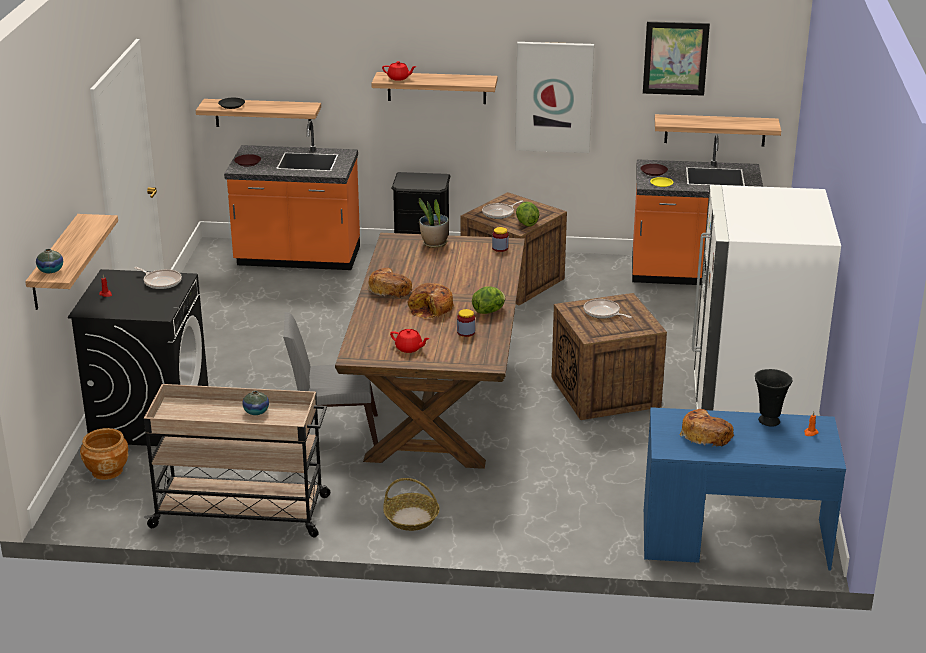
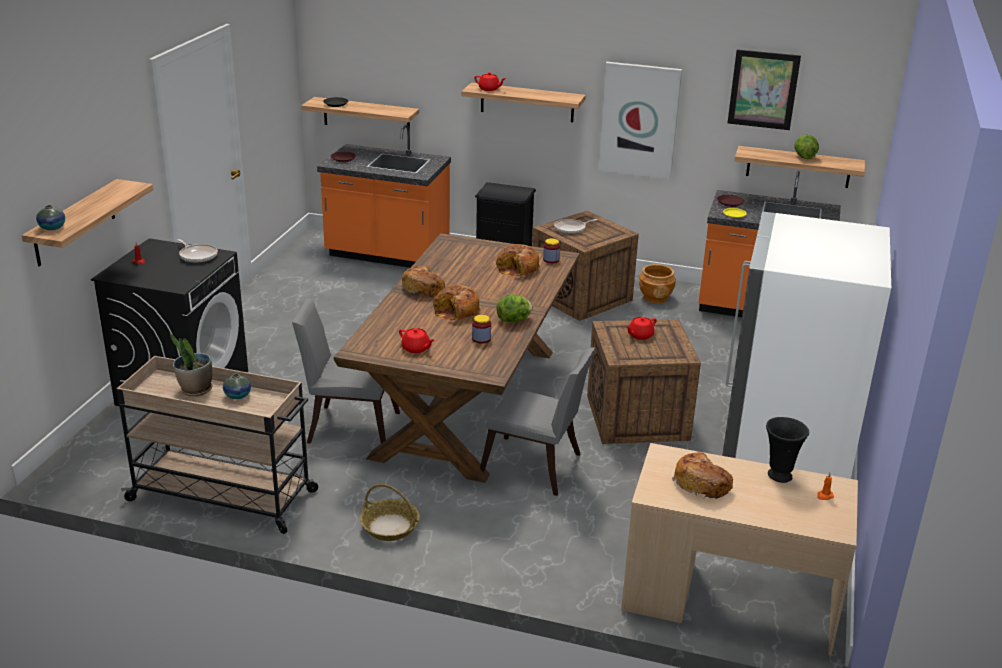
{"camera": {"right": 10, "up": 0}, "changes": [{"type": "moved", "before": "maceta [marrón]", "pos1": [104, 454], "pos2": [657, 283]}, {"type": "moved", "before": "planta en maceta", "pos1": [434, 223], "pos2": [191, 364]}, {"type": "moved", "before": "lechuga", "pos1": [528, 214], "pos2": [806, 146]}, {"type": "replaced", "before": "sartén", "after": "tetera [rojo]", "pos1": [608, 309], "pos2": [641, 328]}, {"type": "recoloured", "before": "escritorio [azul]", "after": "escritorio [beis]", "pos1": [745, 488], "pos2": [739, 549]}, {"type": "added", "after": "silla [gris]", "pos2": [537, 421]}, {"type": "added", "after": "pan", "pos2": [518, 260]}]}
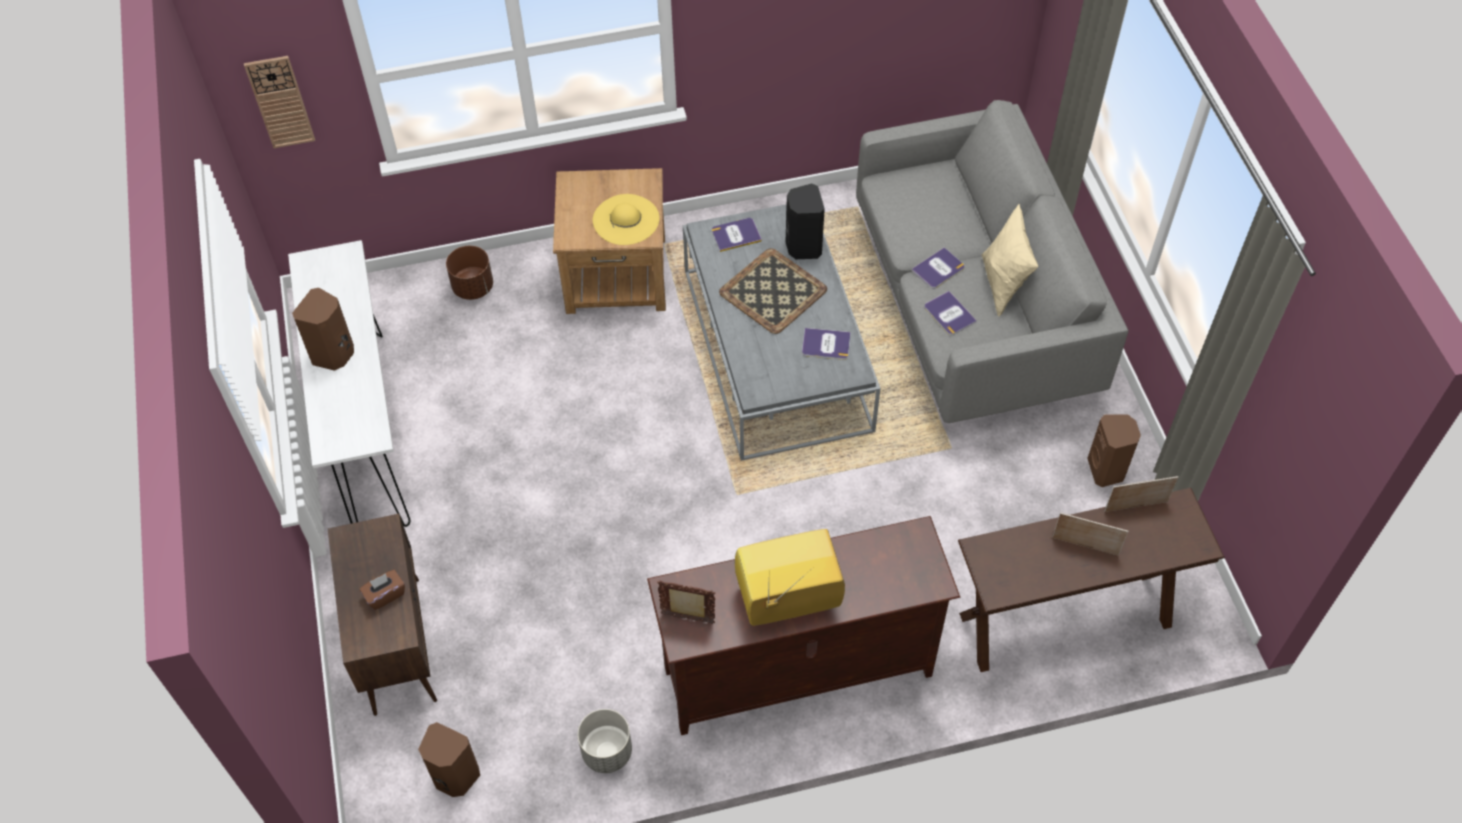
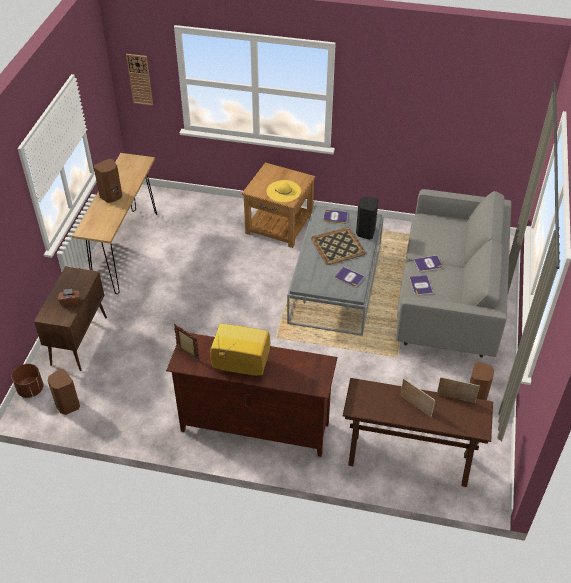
{"camera": {"right": 25, "up": -10}, "changes": [{"type": "recoloured", "before": "mesa consola [blanco]", "after": "mesa consola [marrón]", "pos1": [349, 383], "pos2": [114, 223]}, {"type": "moved", "before": "maceta [marrón]", "pos1": [469, 273], "pos2": [27, 381]}, {"type": "removed", "before": "maceta [gris]", "pos1": [605, 741]}, {"type": "removed", "before": "cojín [beis]", "pos1": [1010, 260]}]}
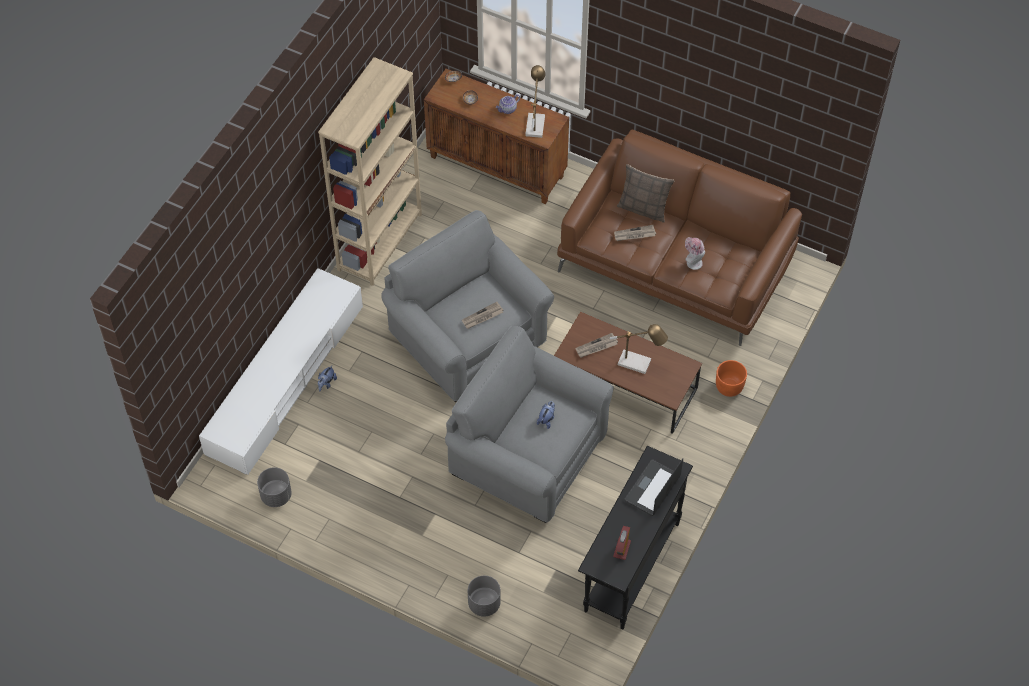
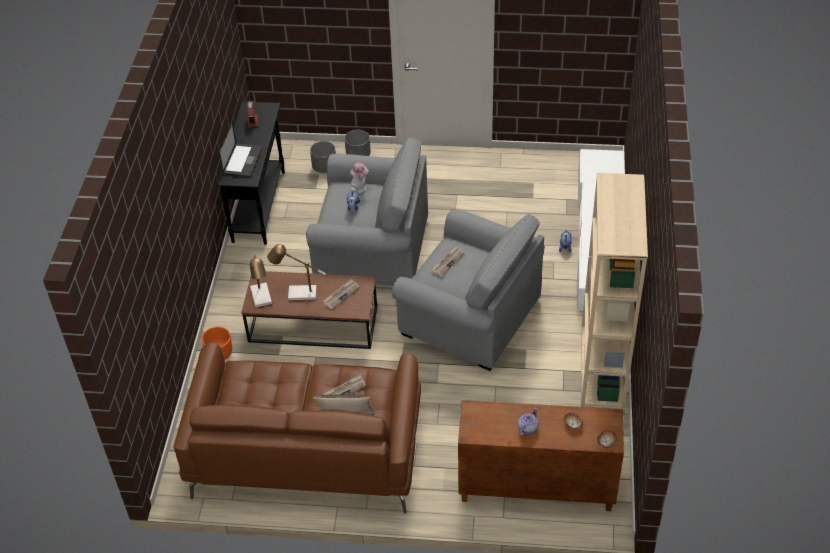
{"camera": {"right": 160, "up": -10}, "changes": [{"type": "moved", "before": "maceta [gris]", "pos1": [274, 487], "pos2": [323, 157]}, {"type": "moved", "before": "lámpara de mesa", "pos1": [535, 101], "pos2": [261, 281]}, {"type": "moved", "before": "sombrero", "pos1": [695, 253], "pos2": [359, 178]}]}
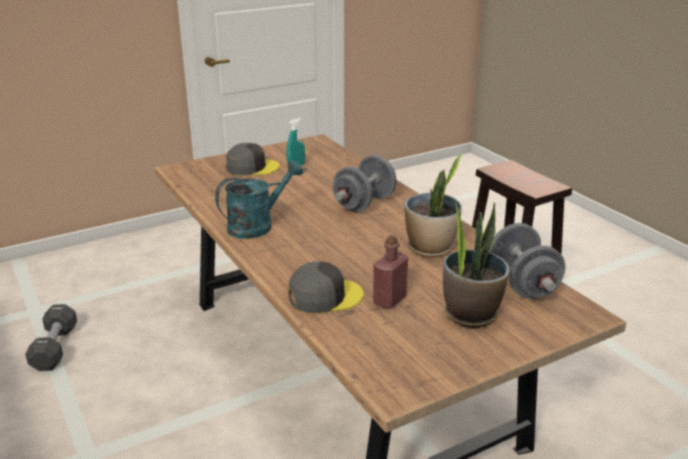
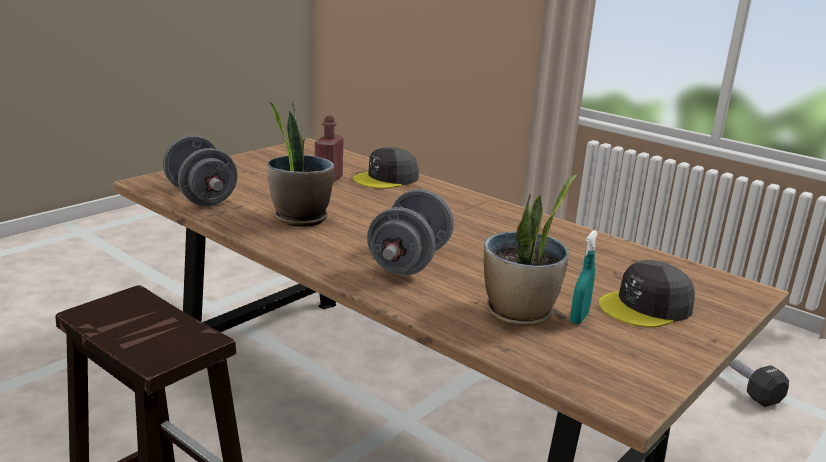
{"camera": {"right": 160, "up": -5}, "changes": [{"type": "removed", "before": "regadera [turquesa]", "pos1": [259, 199]}, {"type": "moved", "before": "planta en maceta", "pos1": [476, 264], "pos2": [531, 250]}]}
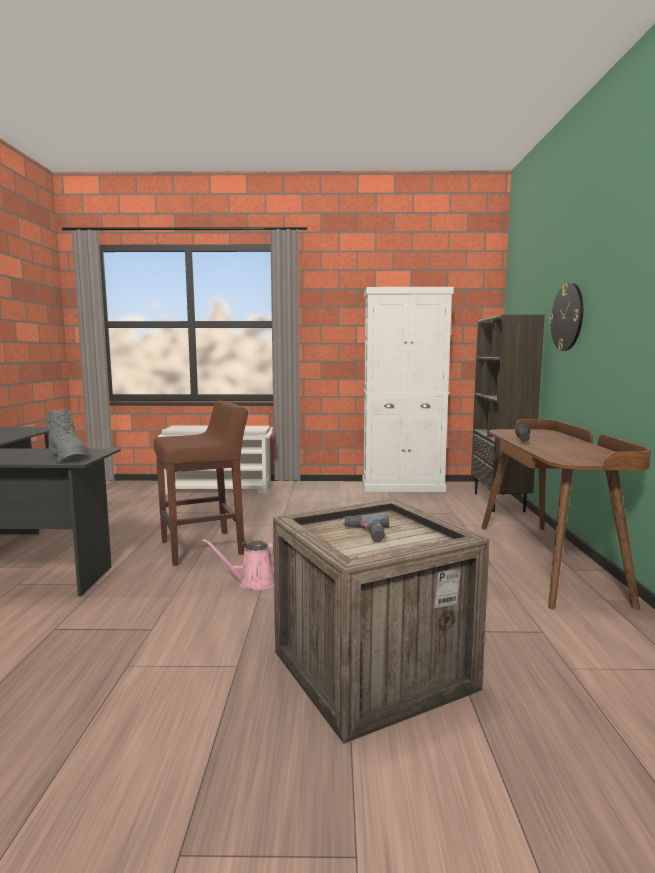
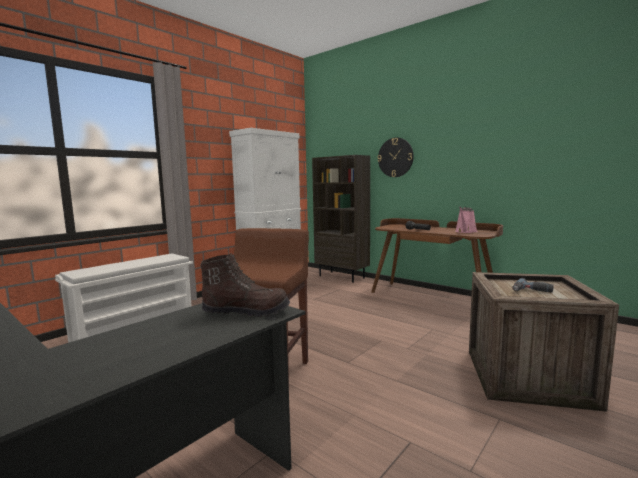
{"camera": {"right": -50, "up": 0}, "changes": [{"type": "recoloured", "before": "bota [gris]", "after": "bota [marrón]", "pos1": [67, 435], "pos2": [245, 285]}, {"type": "moved", "before": "regadera [rosa]", "pos1": [238, 564], "pos2": [466, 220]}]}
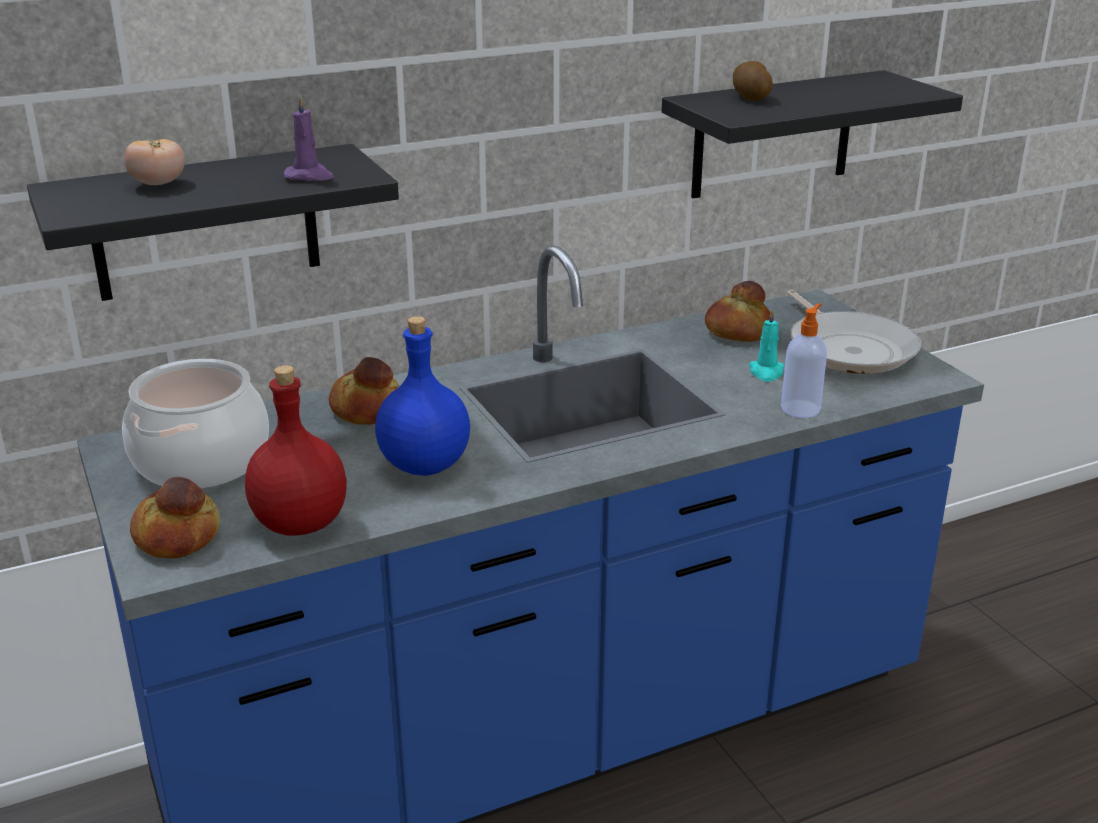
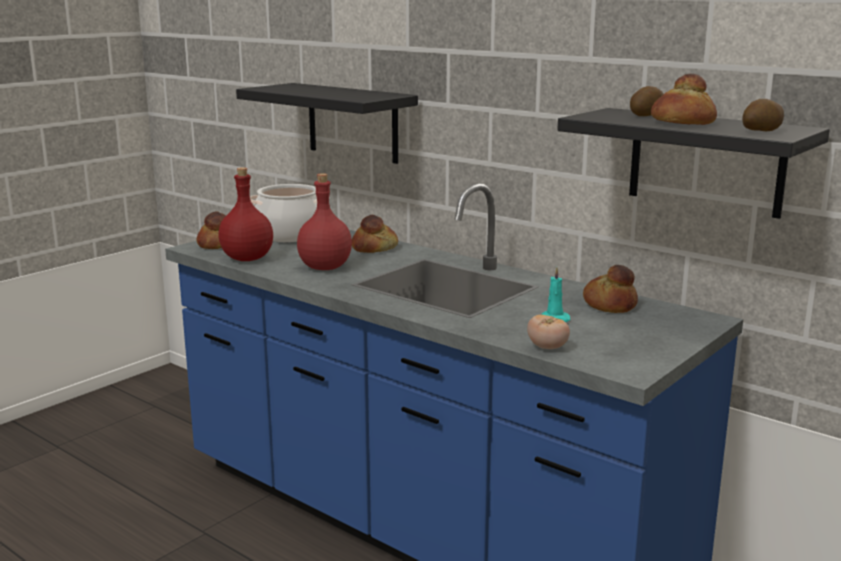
{"camera": {"right": 65, "up": -10}, "changes": [{"type": "moved", "before": "tomate", "pos1": [154, 162], "pos2": [548, 332]}, {"type": "removed", "before": "vela [morado]", "pos1": [309, 137]}, {"type": "recoloured", "before": "botella [azul]", "after": "botella [rojo]", "pos1": [422, 396], "pos2": [324, 221]}, {"type": "removed", "before": "dispensador de jabón", "pos1": [804, 360]}, {"type": "removed", "before": "sartén", "pos1": [854, 332]}, {"type": "added", "after": "pan", "pos2": [684, 99]}, {"type": "added", "after": "patata", "pos2": [763, 115]}]}
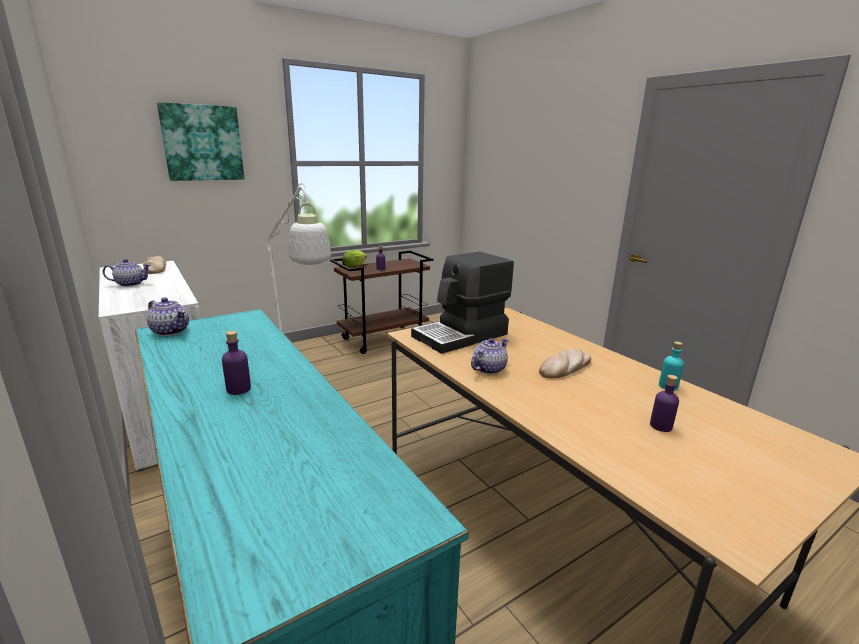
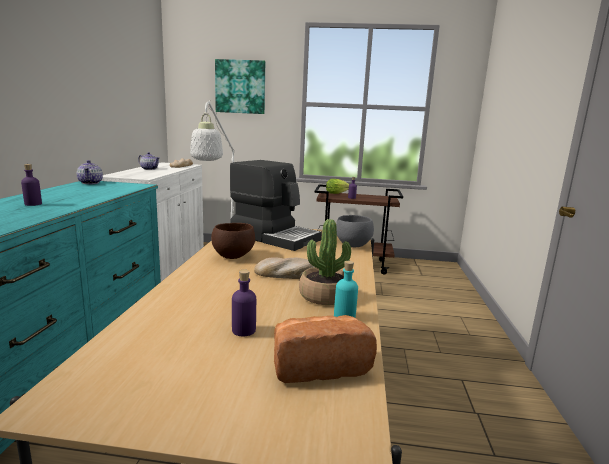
{"camera": {"right": 40, "up": -5}, "changes": [{"type": "turned", "before": "cafetera", "pos1": [462, 303], "pos2": [276, 205], "turn": -150}, {"type": "replaced", "before": "tetera", "after": "cuenco [marrón]", "pos1": [490, 356], "pos2": [233, 241]}, {"type": "added", "after": "pan", "pos2": [325, 349]}, {"type": "added", "after": "planta en maceta", "pos2": [325, 262]}, {"type": "added", "after": "cuenco [gris]", "pos2": [355, 231]}]}
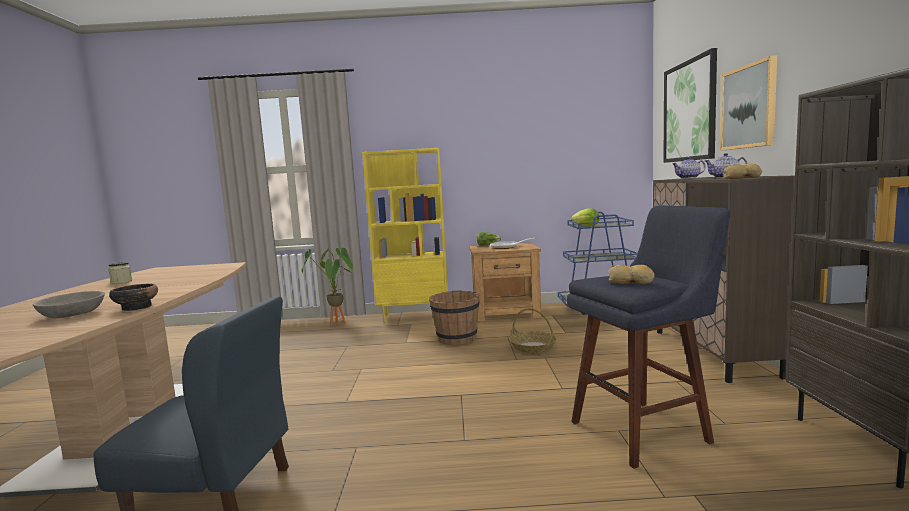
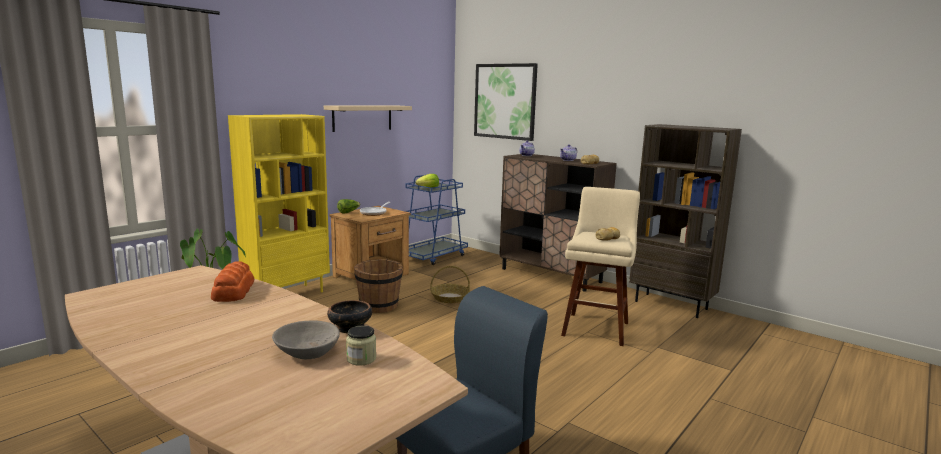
{"camera": {"right": -50, "up": 5}, "changes": [{"type": "moved", "before": "tarro", "pos1": [120, 273], "pos2": [361, 345]}, {"type": "recoloured", "before": "taburete [azul]", "after": "taburete [beis]", "pos1": [648, 337], "pos2": [600, 266]}, {"type": "removed", "before": "cuadro", "pos1": [748, 103]}, {"type": "added", "after": "pan", "pos2": [232, 281]}, {"type": "added", "after": "estante [beis]", "pos2": [368, 118]}]}
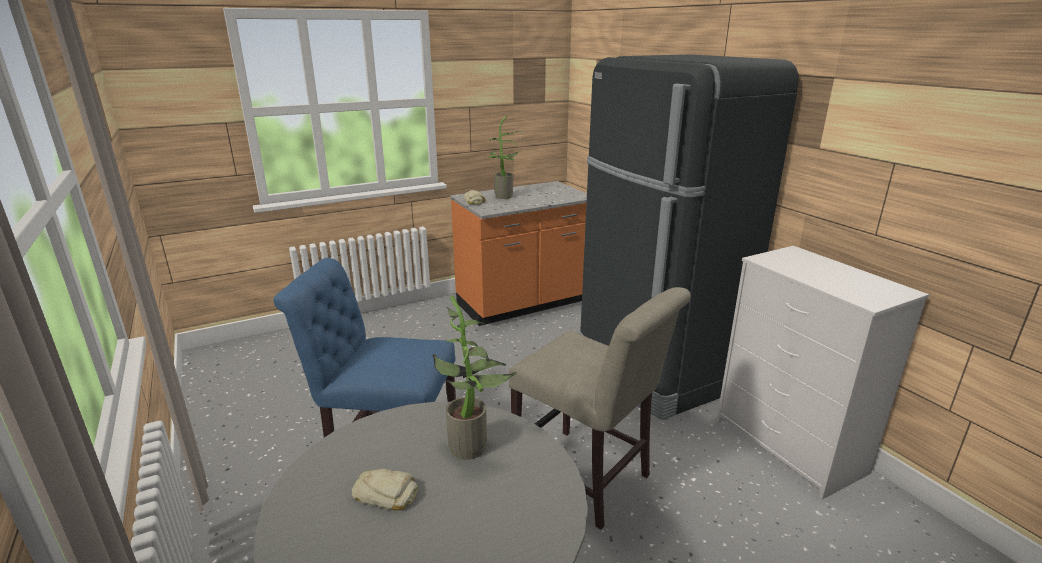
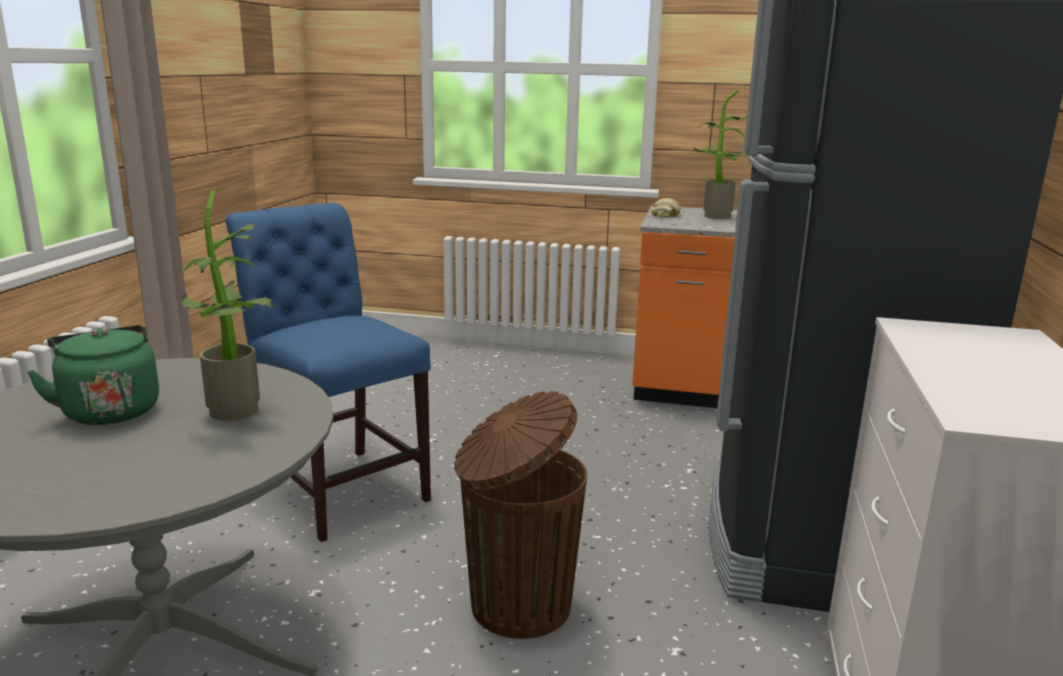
{"camera": {"right": 40, "up": -5}, "changes": [{"type": "replaced", "before": "pan", "after": "hervidor [verde]", "pos1": [385, 490], "pos2": [93, 375]}, {"type": "replaced", "before": "silla [beis]", "after": "papelera [marrón]", "pos1": [600, 408], "pos2": [520, 515]}]}
